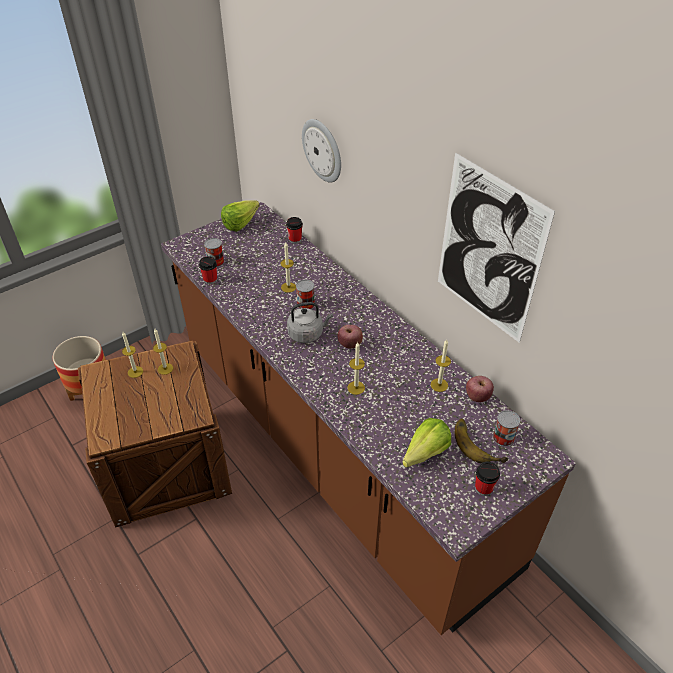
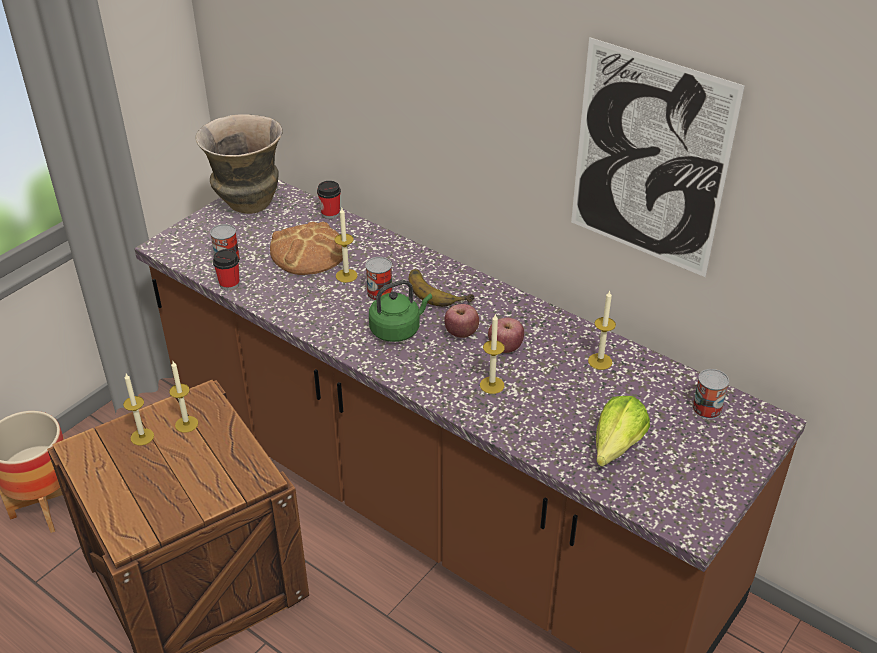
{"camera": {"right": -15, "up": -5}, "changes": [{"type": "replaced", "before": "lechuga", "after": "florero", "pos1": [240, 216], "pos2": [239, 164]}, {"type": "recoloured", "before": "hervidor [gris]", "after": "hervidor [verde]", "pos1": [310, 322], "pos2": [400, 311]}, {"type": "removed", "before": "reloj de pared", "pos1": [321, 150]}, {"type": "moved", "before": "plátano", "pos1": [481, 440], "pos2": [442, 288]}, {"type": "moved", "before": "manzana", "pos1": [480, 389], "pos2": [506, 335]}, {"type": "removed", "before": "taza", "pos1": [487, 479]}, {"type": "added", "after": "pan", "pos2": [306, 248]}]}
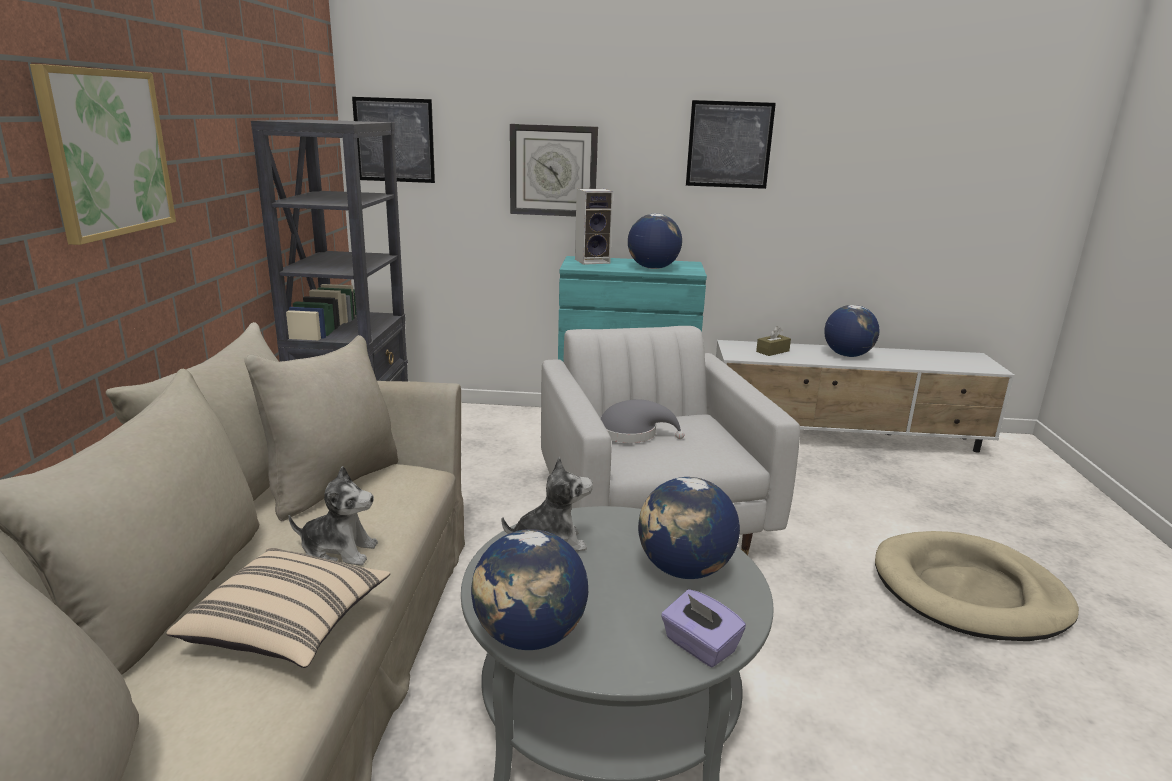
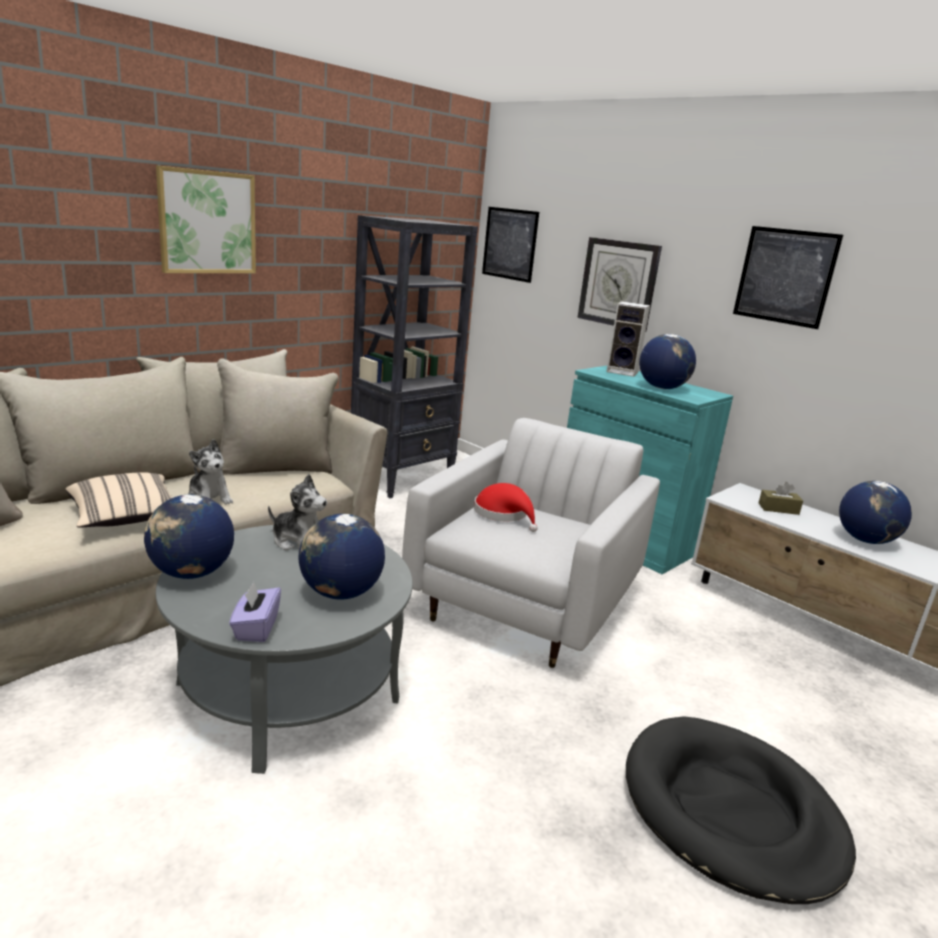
{"camera": {"right": 40, "up": 0}, "changes": [{"type": "recoloured", "before": "sombrero [gris]", "after": "sombrero [rojo]", "pos1": [642, 421], "pos2": [506, 507]}, {"type": "recoloured", "before": "cama para perro [beis]", "after": "cama para perro [negro]", "pos1": [977, 586], "pos2": [741, 810]}]}
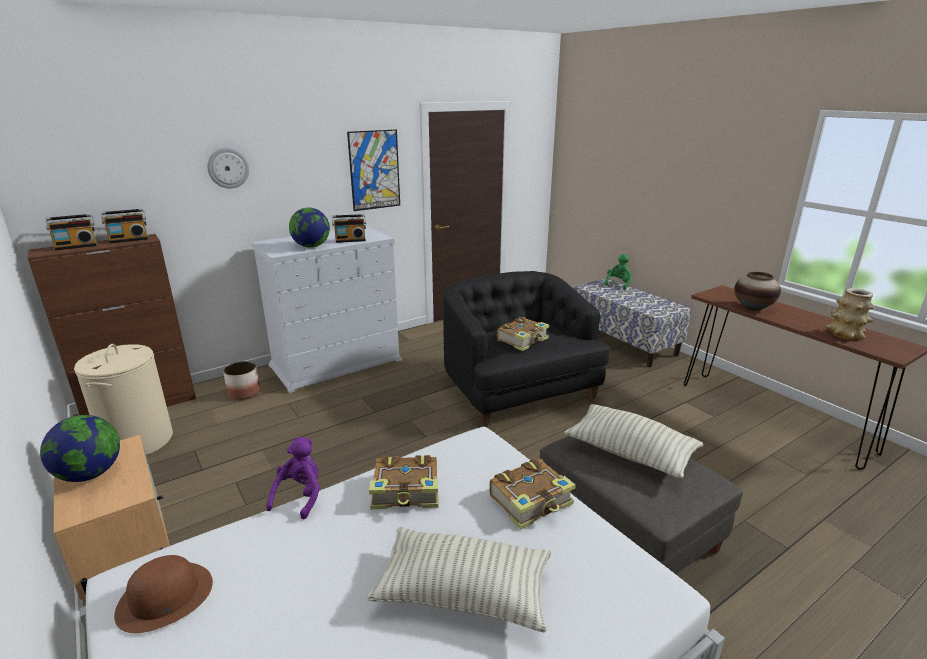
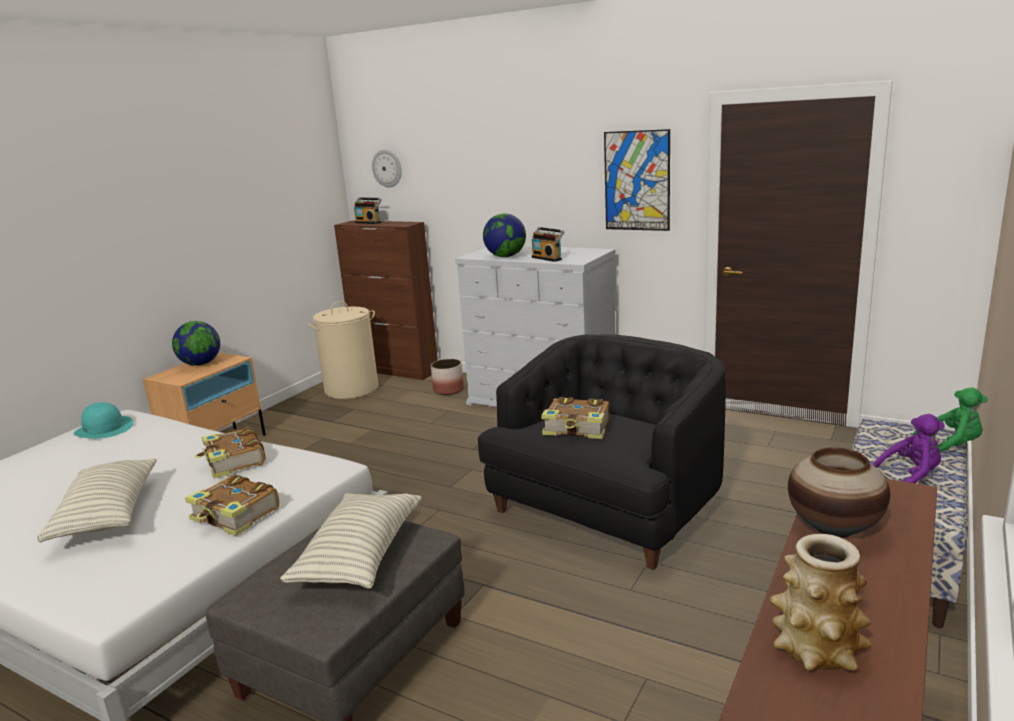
{"camera": {"right": 65, "up": -5}, "changes": [{"type": "removed", "before": "radio", "pos1": [124, 226]}, {"type": "recoloured", "before": "sombrero [marrón]", "after": "sombrero [turquesa]", "pos1": [163, 594], "pos2": [103, 420]}, {"type": "moved", "before": "reloj de pared", "pos1": [228, 168], "pos2": [387, 168]}, {"type": "moved", "before": "peluche [morado]", "pos1": [293, 478], "pos2": [908, 448]}]}
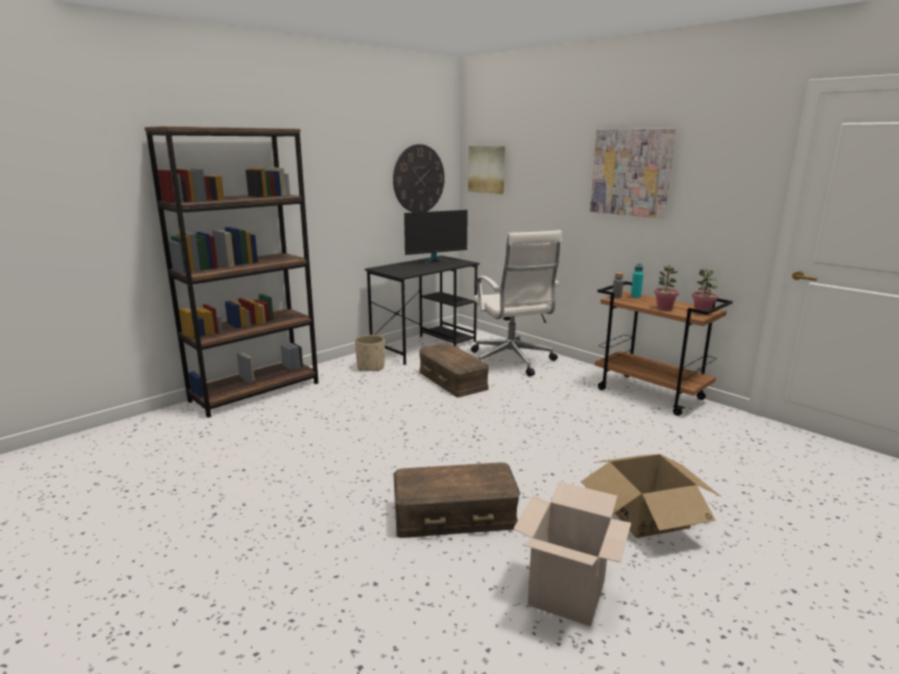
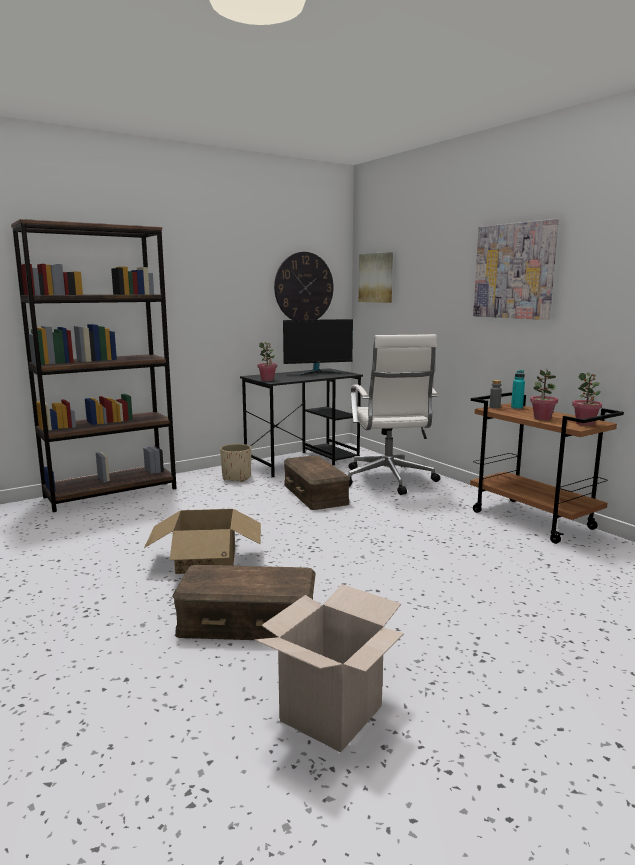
{"camera": {"right": 10, "up": -5}, "changes": [{"type": "moved", "before": "caja de cartón", "pos1": [651, 496], "pos2": [202, 541]}, {"type": "added", "after": "planta en maceta", "pos2": [267, 361]}]}
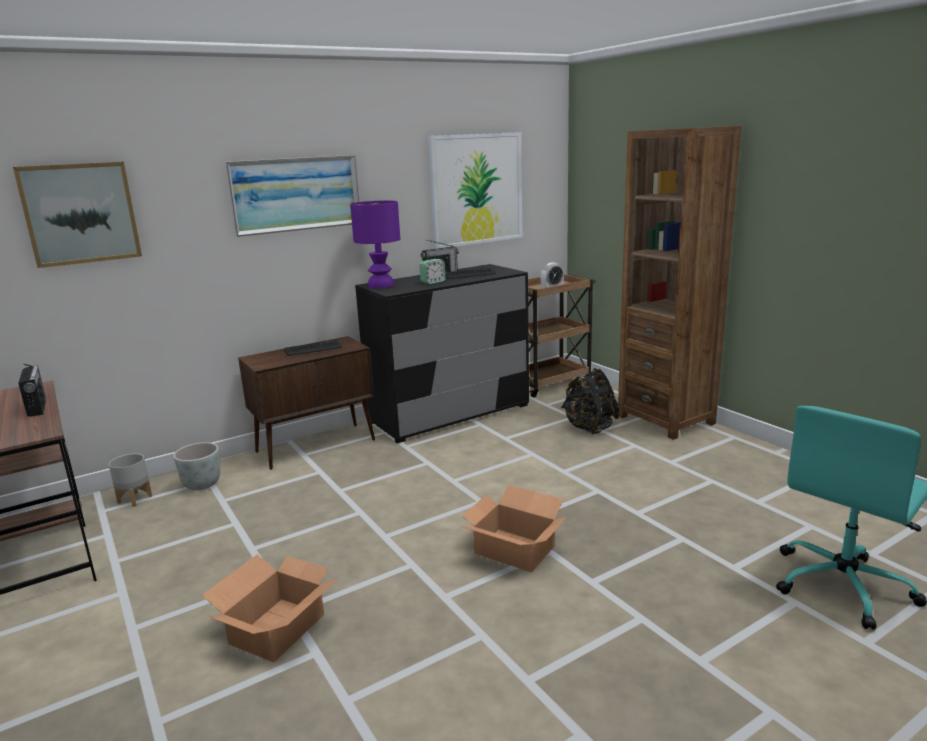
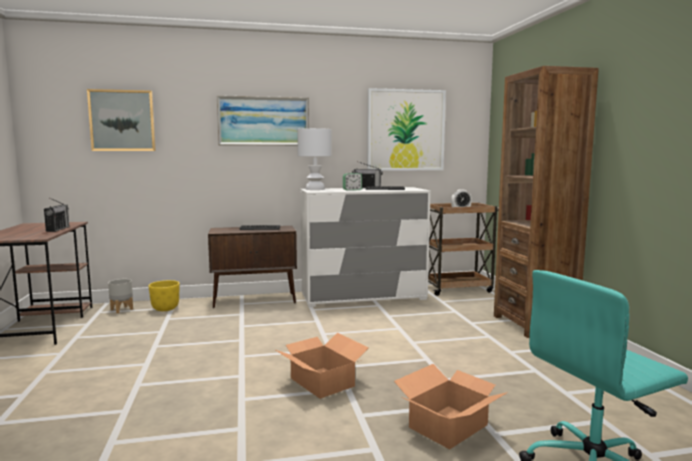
{"camera": {"right": 20, "up": -10}, "changes": [{"type": "recoloured", "before": "maceta [gris]", "after": "maceta [amarillo]", "pos1": [196, 466], "pos2": [164, 295]}, {"type": "moved", "before": "caja de cartón", "pos1": [270, 608], "pos2": [451, 406]}, {"type": "recoloured", "before": "lámpara de mesa [morado]", "after": "lámpara de mesa [blanco]", "pos1": [375, 244], "pos2": [314, 159]}, {"type": "recoloured", "before": "cómoda [negro]", "after": "cómoda [blanco]", "pos1": [442, 353], "pos2": [365, 247]}, {"type": "removed", "before": "mochila [negro]", "pos1": [590, 401]}]}
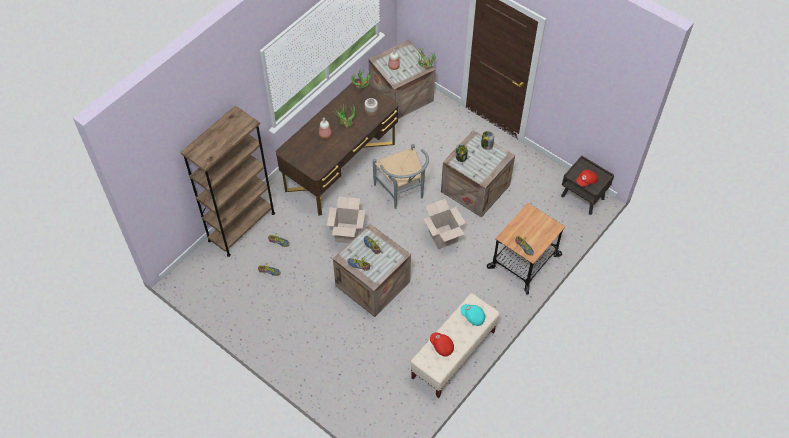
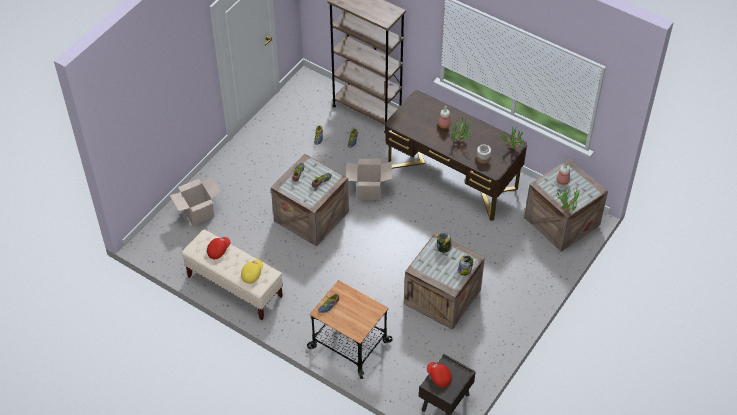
{"camera": {"right": 85, "up": -5}, "changes": [{"type": "removed", "before": "silla [gris]", "pos1": [401, 176]}, {"type": "moved", "before": "caja de cartón", "pos1": [445, 224], "pos2": [195, 201]}, {"type": "recoloured", "before": "gorra [turquesa]", "after": "gorra [amarillo]", "pos1": [472, 315], "pos2": [252, 272]}]}
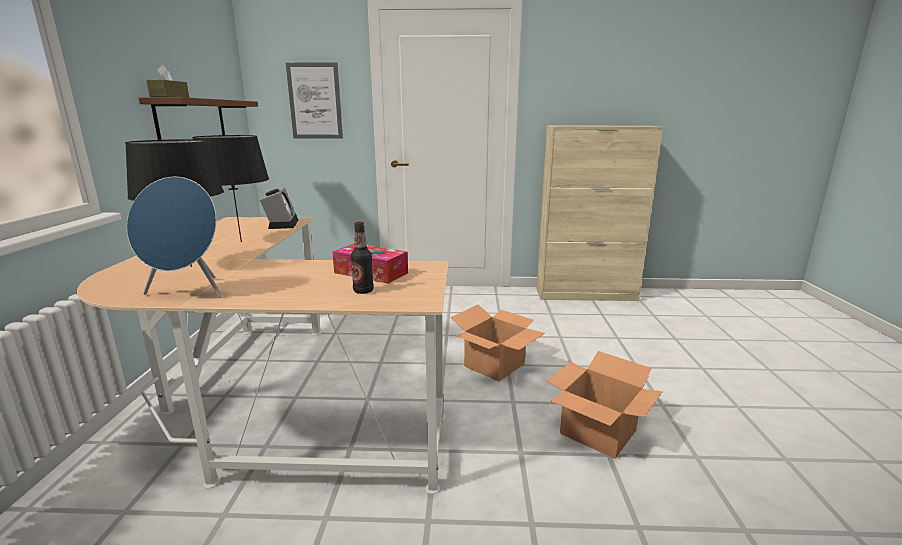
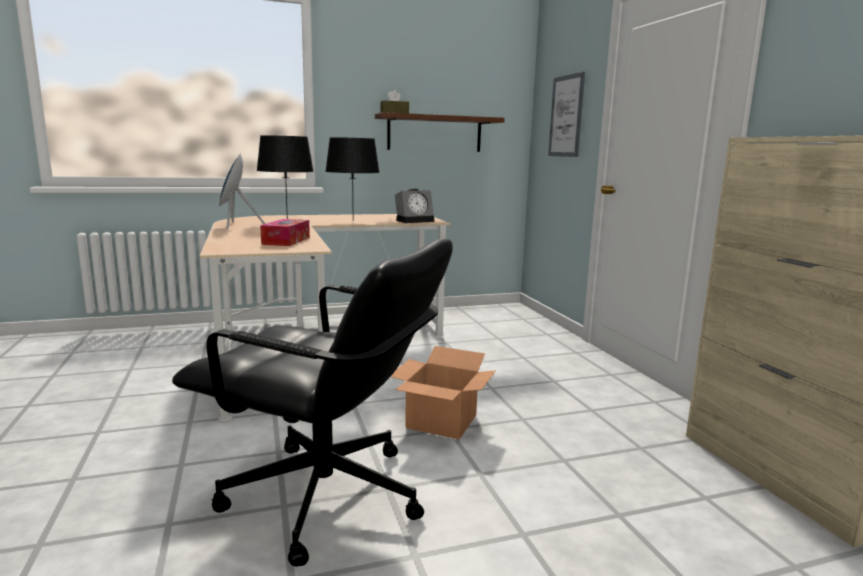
{"camera": {"right": 70, "up": -5}, "changes": [{"type": "removed", "before": "botella", "pos1": [362, 258]}, {"type": "replaced", "before": "caja de cartón", "after": "silla de oficina [negro]", "pos1": [605, 405], "pos2": [312, 403]}]}
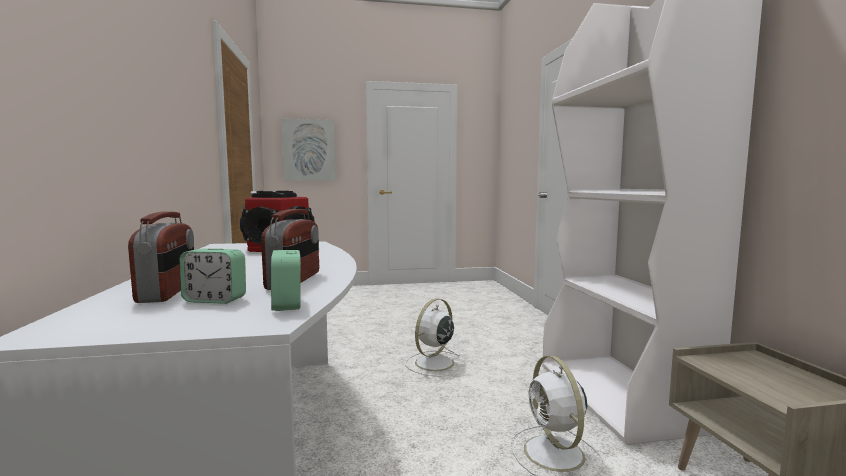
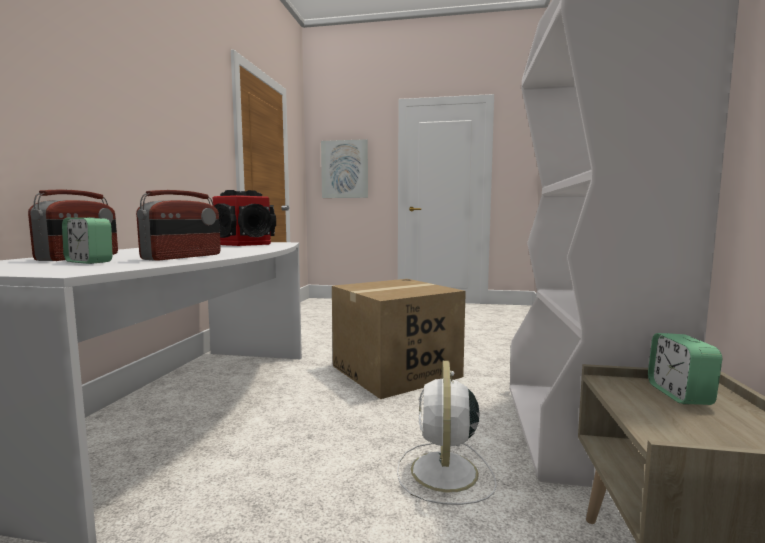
{"camera": {"right": 20, "up": 0}, "changes": [{"type": "moved", "before": "despertador", "pos1": [286, 280], "pos2": [685, 369]}, {"type": "replaced", "before": "ventilador [blanco]", "after": "caja de cartón", "pos1": [433, 338], "pos2": [399, 339]}]}
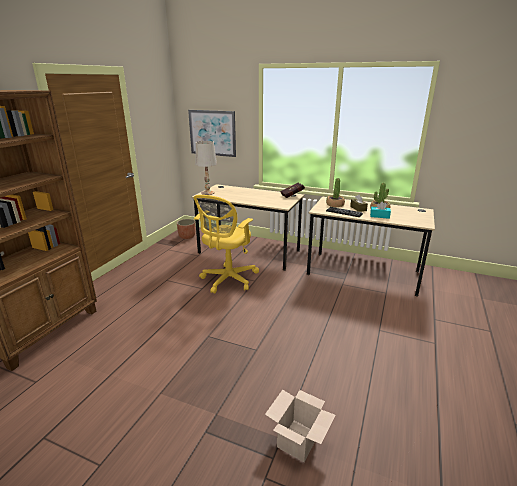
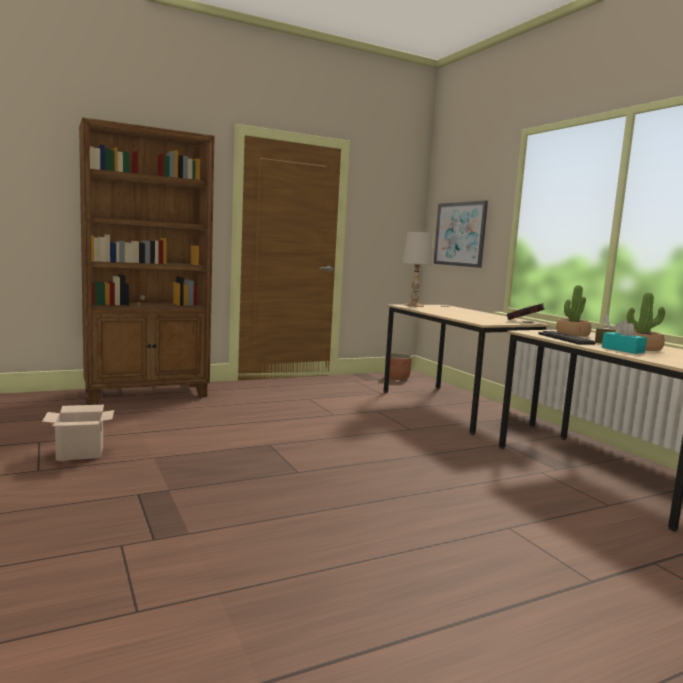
{"camera": {"right": 40, "up": -15}, "changes": [{"type": "removed", "before": "silla de oficina [amarillo]", "pos1": [226, 244]}, {"type": "moved", "before": "caja de cartón", "pos1": [300, 426], "pos2": [78, 433]}]}
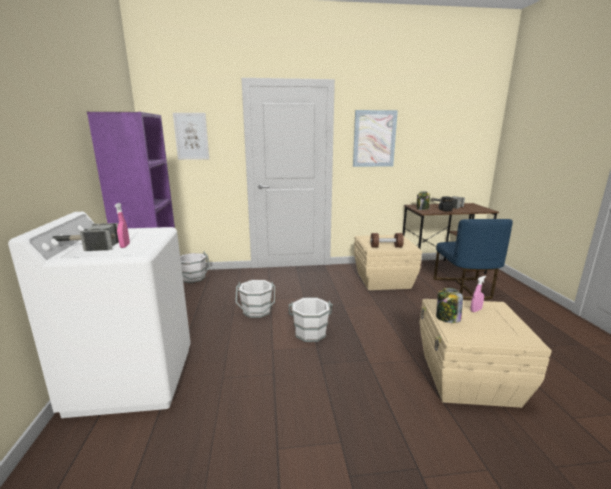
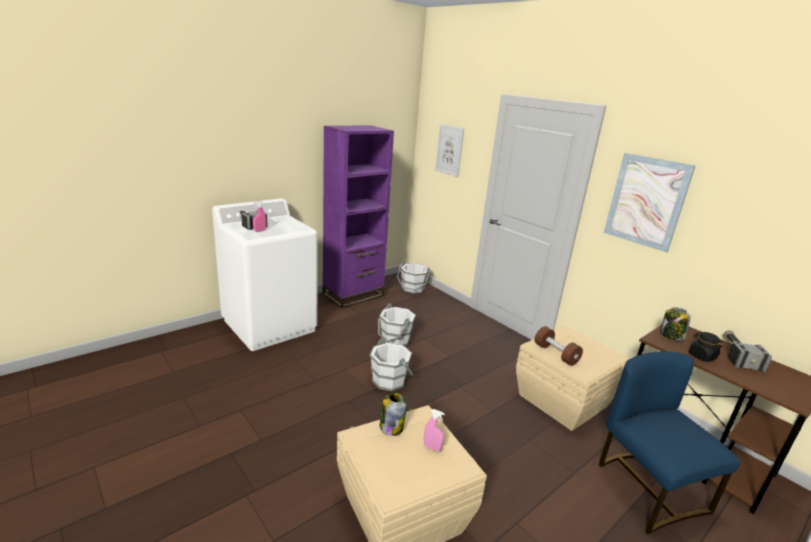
{"camera": {"right": 55, "up": 5}, "changes": [{"type": "turned", "before": "silla [azul]", "pos1": [473, 259], "pos2": [670, 442], "turn": 105}]}
